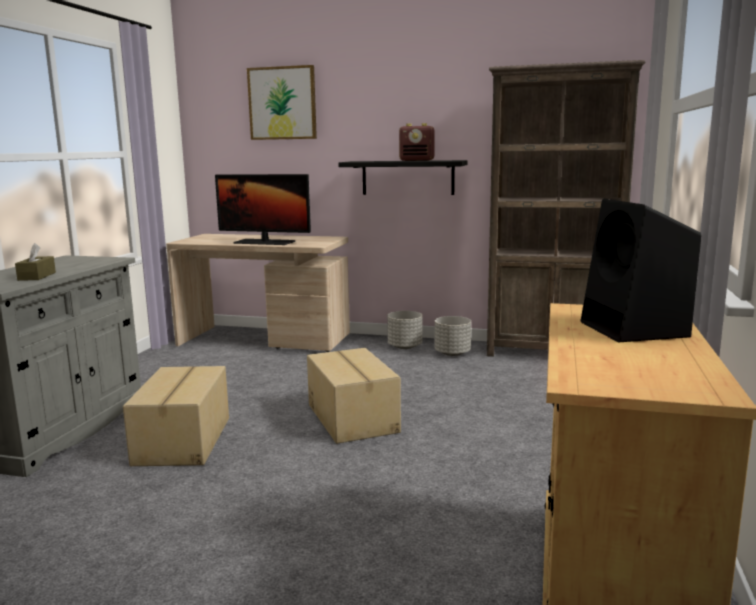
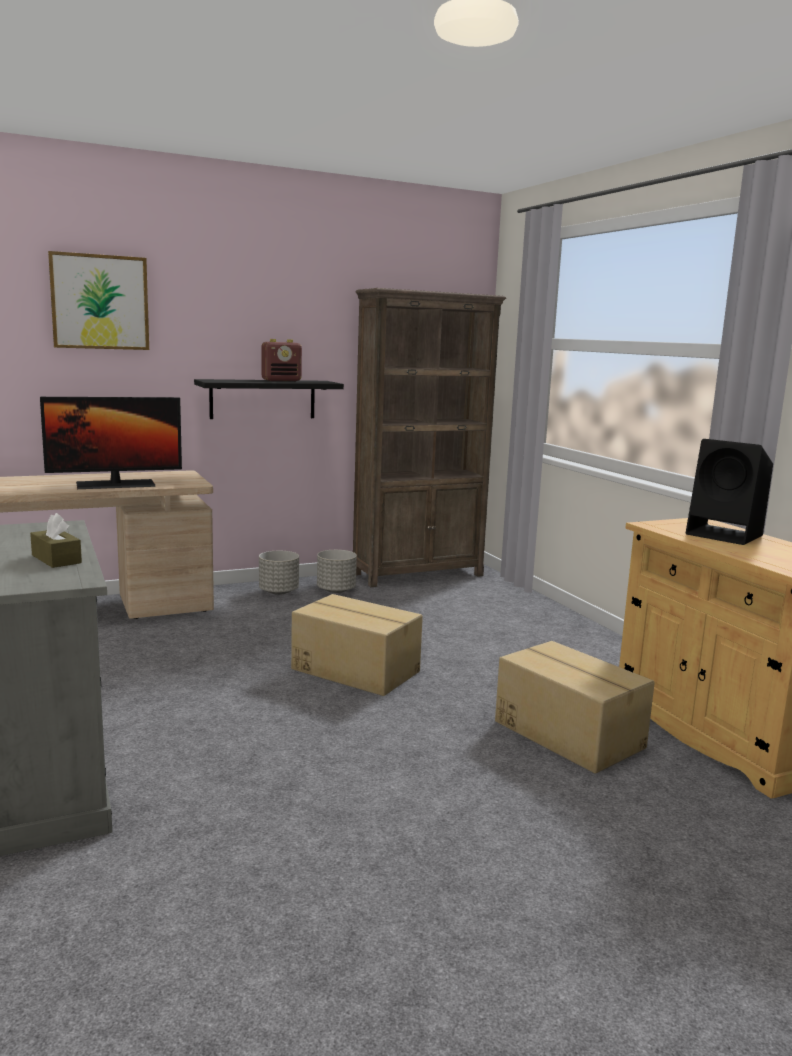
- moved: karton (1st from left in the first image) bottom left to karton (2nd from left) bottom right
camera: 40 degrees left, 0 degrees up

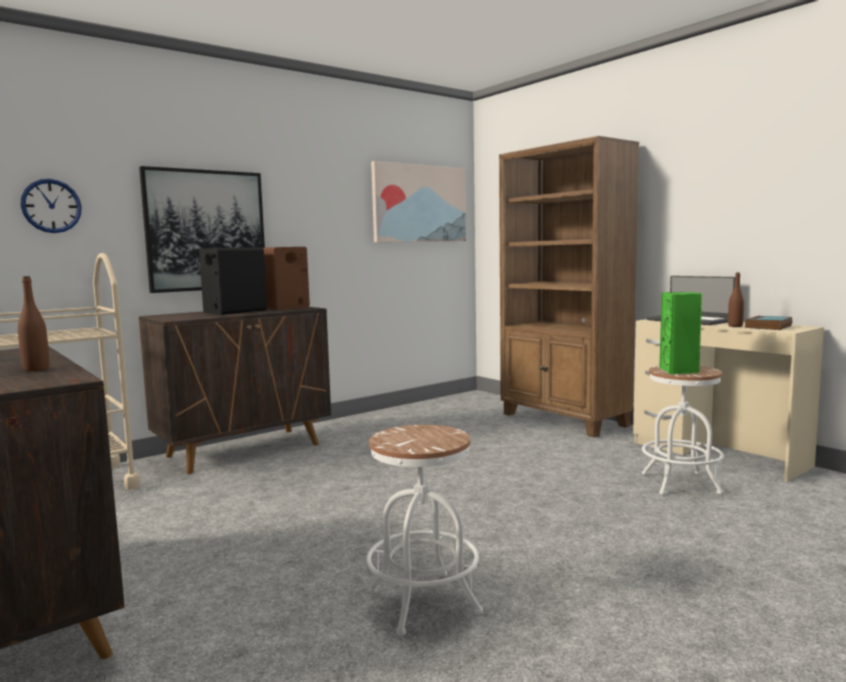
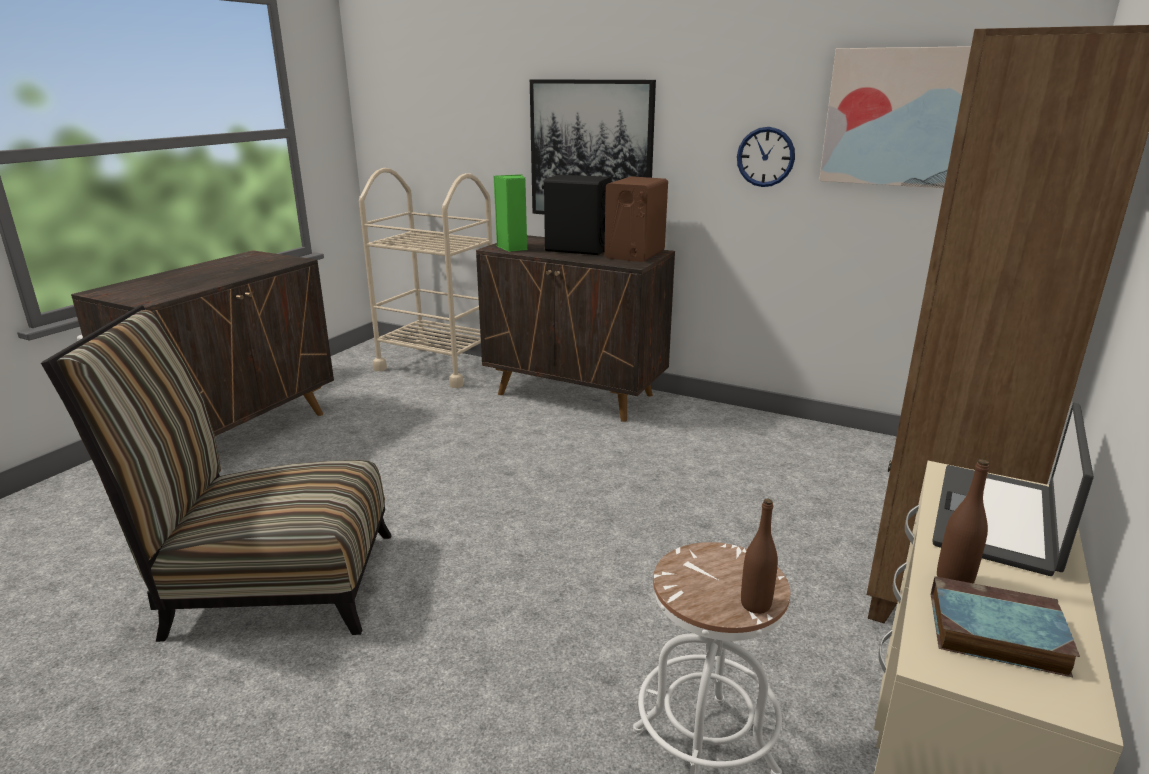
- moved: zegar ścienny top left to top right
- moved: butelka [brązowy] (1st from left) middle left to bottom centre
- moved: głośnik [zielony] middle right to top centre
- replaced: stołek [biały] (1st from left) bottom centre to krzesło middle left
camera: 65 degrees right, 15 degrees up

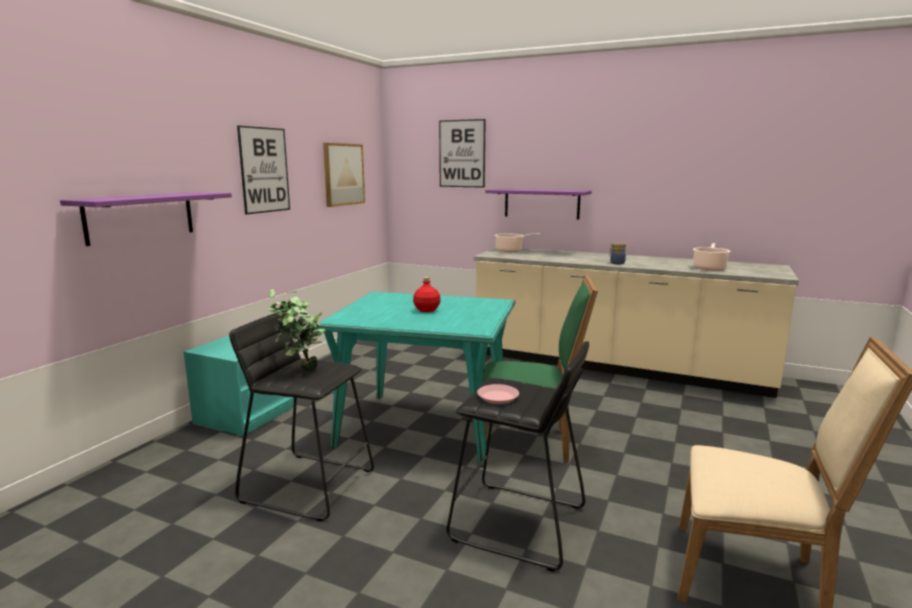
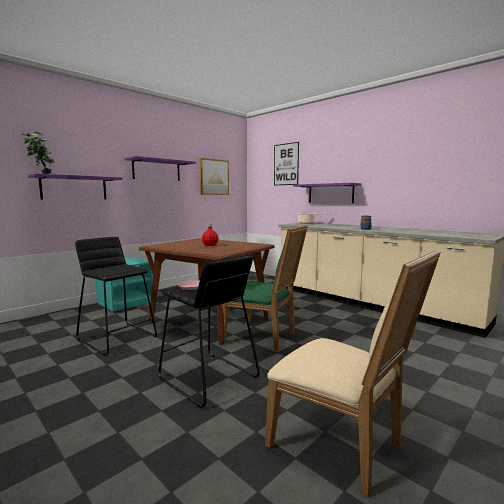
- replaced: obraz (1st from left) top left to półka [fioletowy] (2nd from left) middle left
- removed: garnek (2nd from left) middle right
- moved: roślina doniczkowa middle left to top left
- recoloured: stół jadalny [turkusowy] centre to stół jadalny [brązowy] centre
camera: 20 degrees right, 5 degrees down

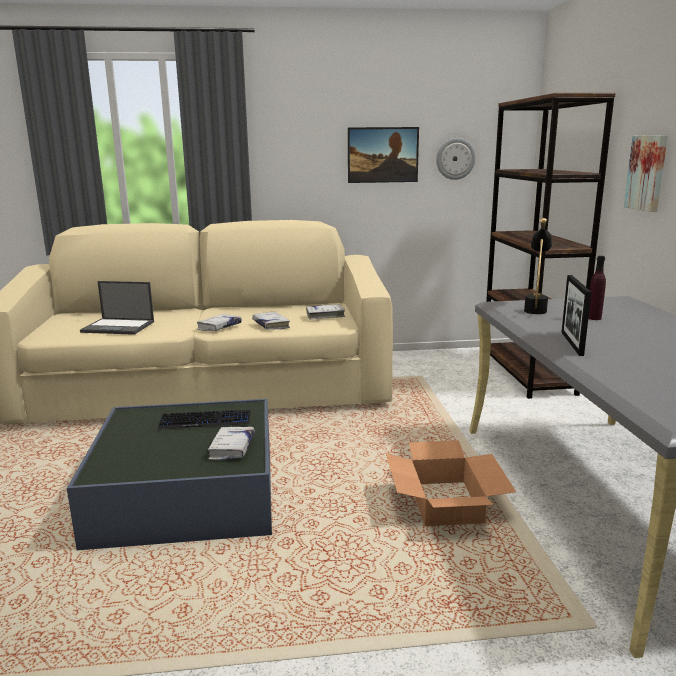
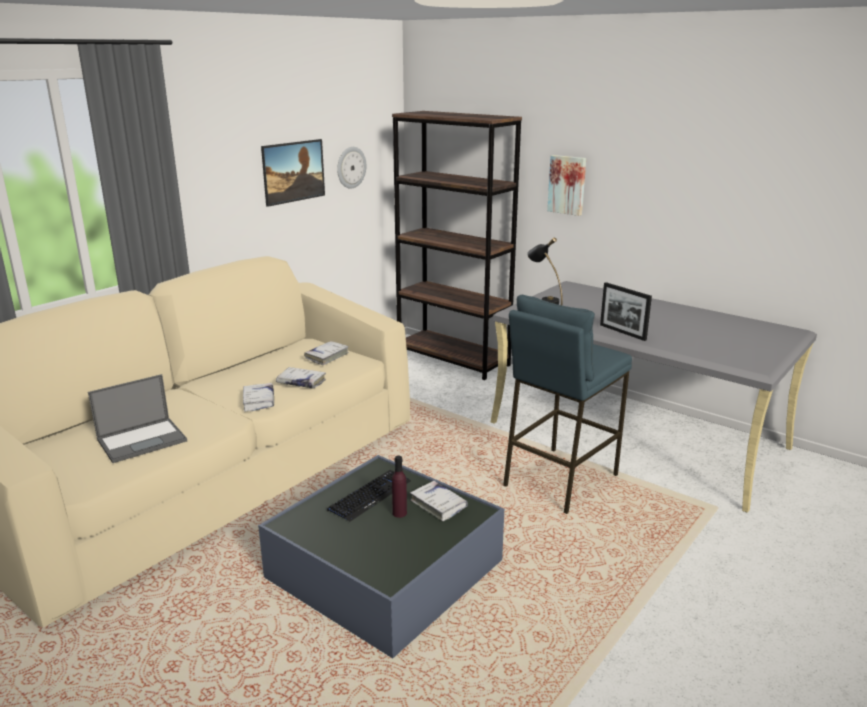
- moved: butelka [fioletowy] middle right to bottom centre
- replaced: karton bottom right to stołek [niebieski] centre
camera: 45 degrees left, 5 degrees up

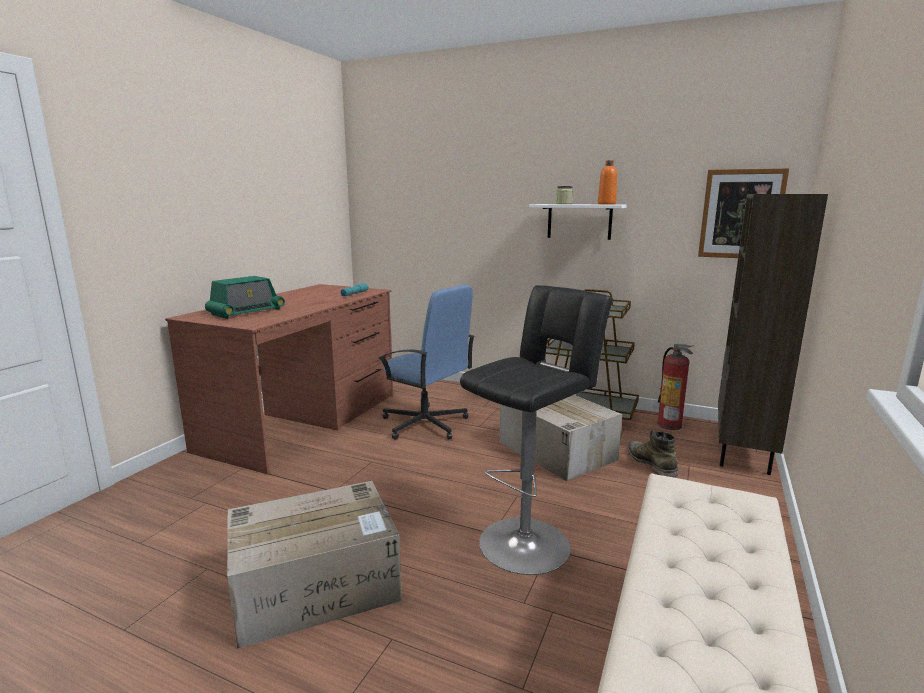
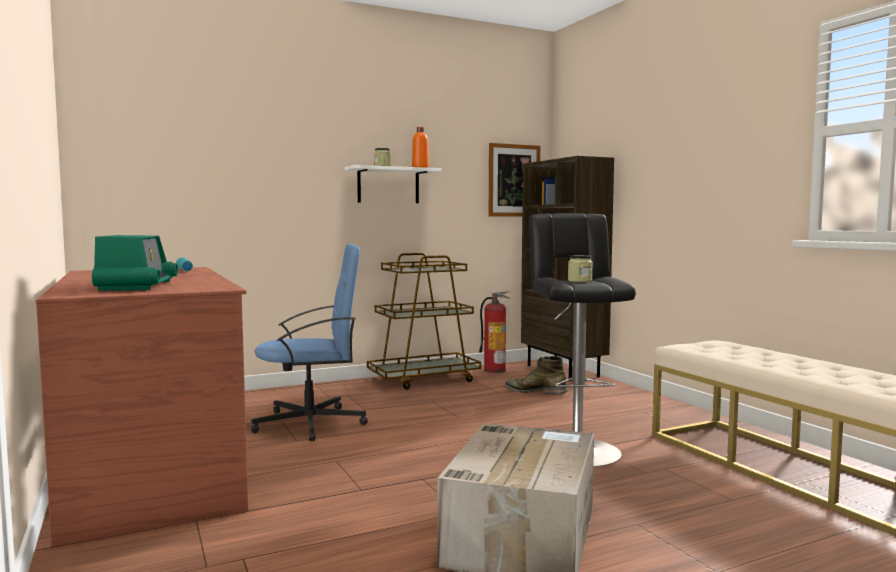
- removed: karton (2nd from left) centre
- added: słoik (2nd from left) centre
camera: 50 degrees left, 10 degrees down

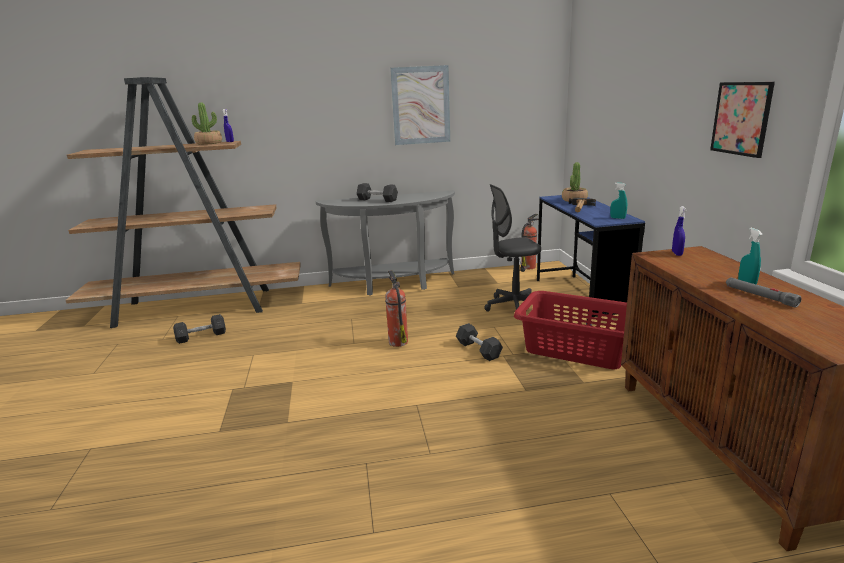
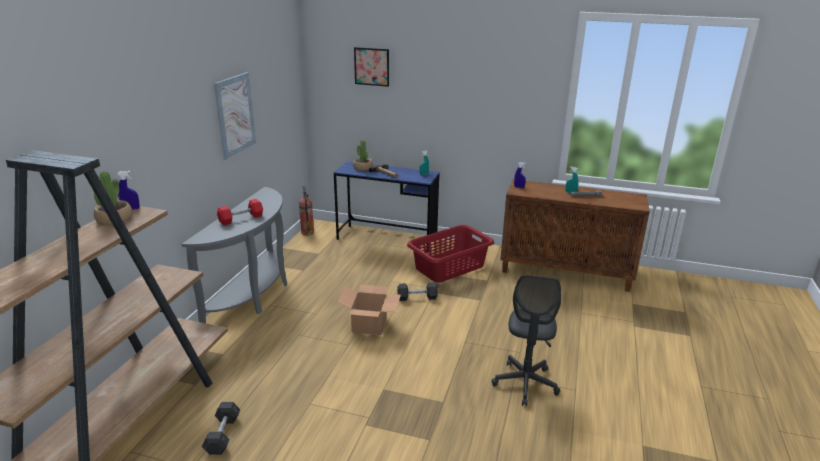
- moved: obraz (2nd from left) top right to top centre
- recoloured: hantel [szary] (2nd from left) centre to hantel [czerwony] middle left
- moved: krzesło biurowe [szary] centre to bottom centre
- replaced: gaśnica (1st from left) centre to karton bottom centre
camera: 65 degrees left, 5 degrees up

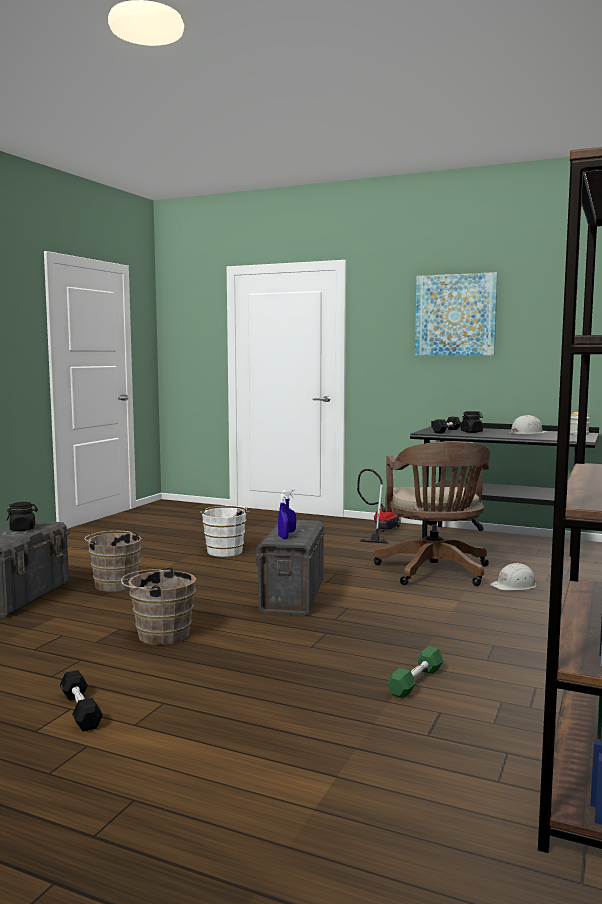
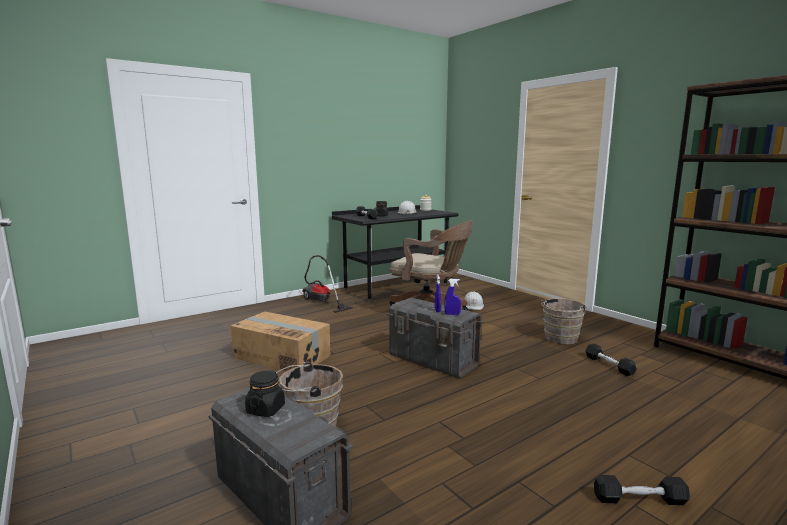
- removed: obraz middle right
- replaced: wiadro [biały] centre to karton centre
- moved: wiadro [brązowy] (2nd from left) bottom left to middle right
- recoloured: hantel [zielony] bottom right to hantel [czarny] (2nd from left) bottom right
camera: 60 degrees left, 5 degrees up

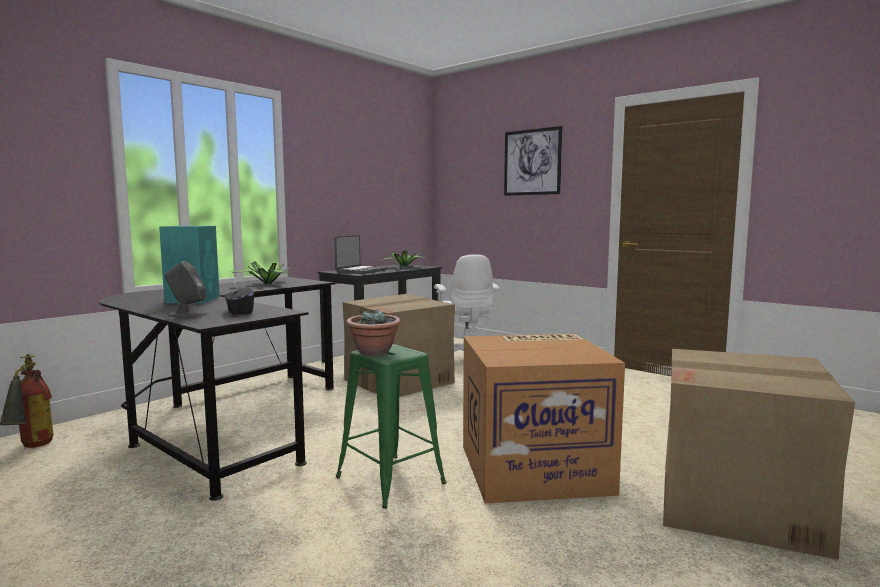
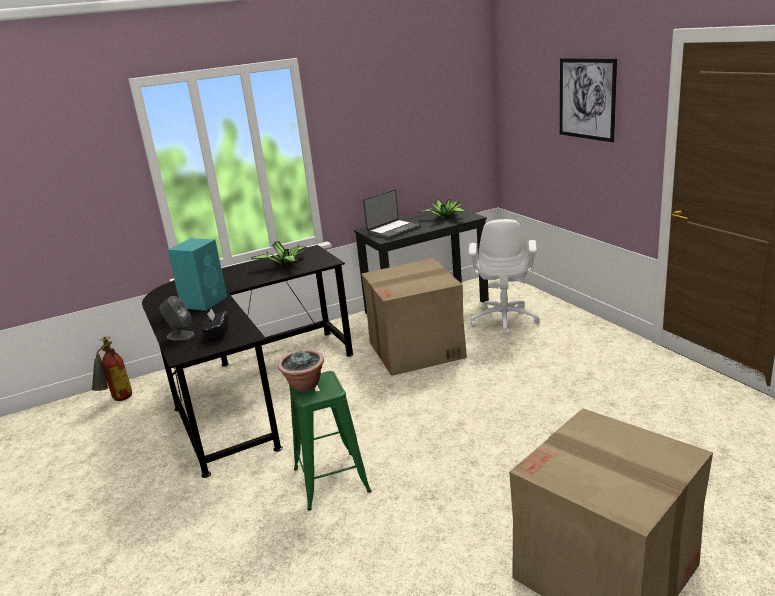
- removed: karton (2nd from left) bottom centre
camera: 25 degrees right, 15 degrees up

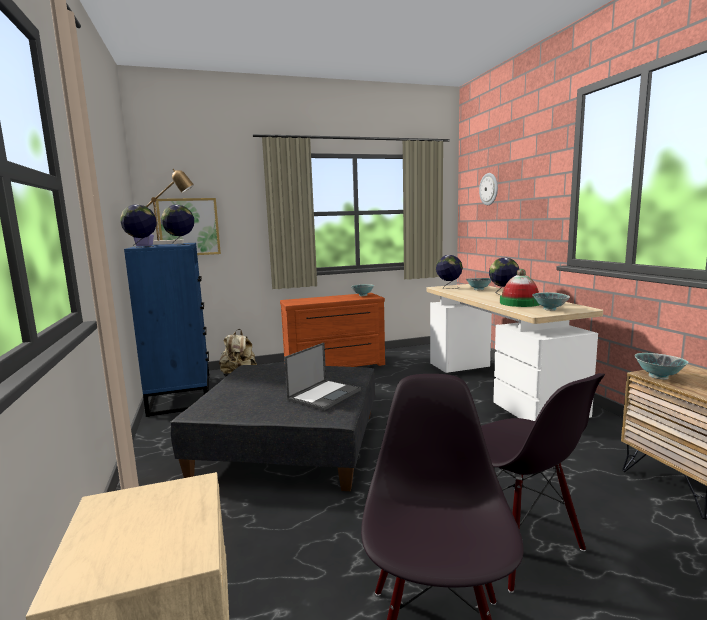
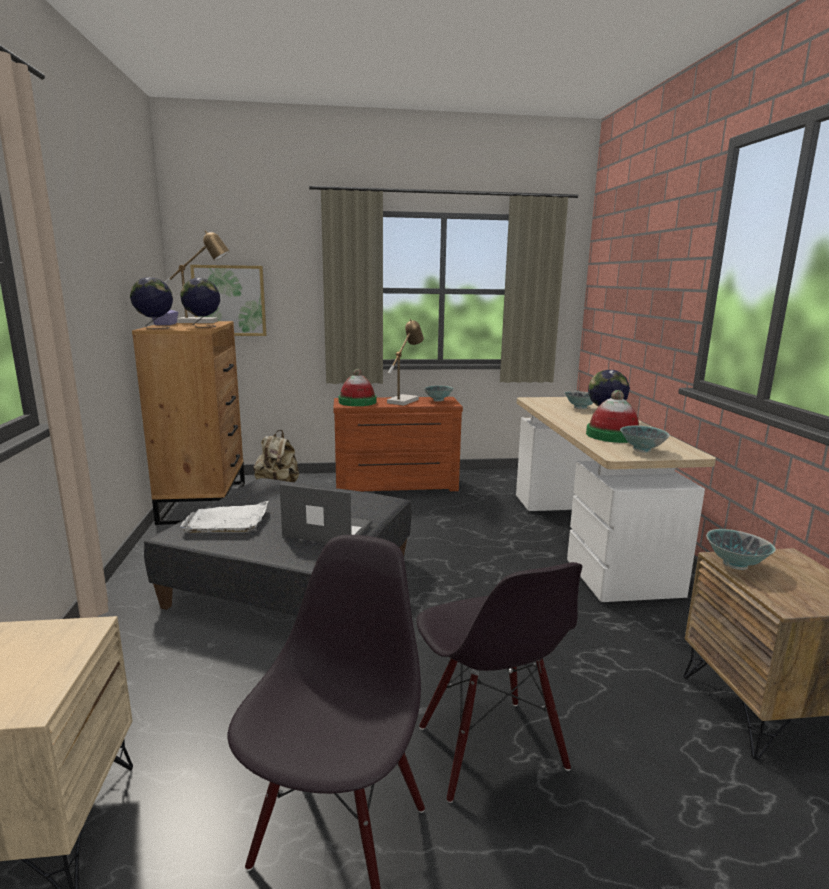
- removed: zegar ścienny top right
- recoloured: komoda [niebieski] middle left to komoda [brązowy] (1st from left) middle left
- removed: globus (3rd from left) centre
- turned: laptop centre = centre 120 degrees counterclockwise
- added: lampa stołowa (2nd from left) centre
- added: kapelusz (1st from left) centre
- added: taca [biały] middle left
camera: 10 degrees right, 5 degrees up

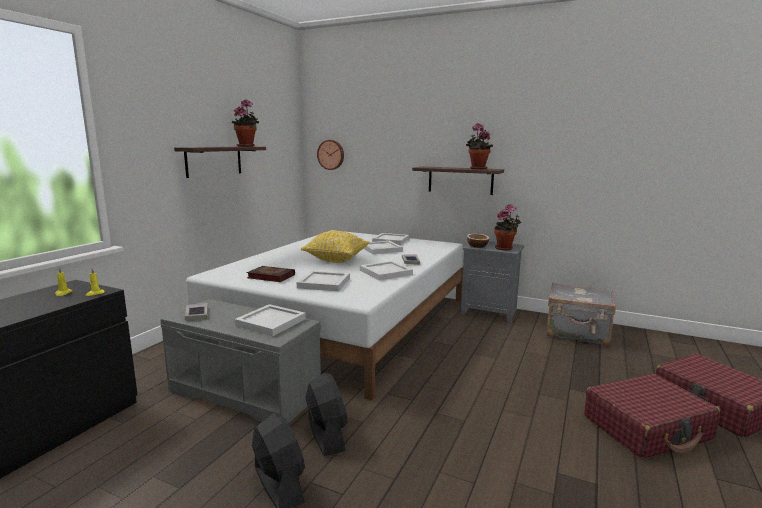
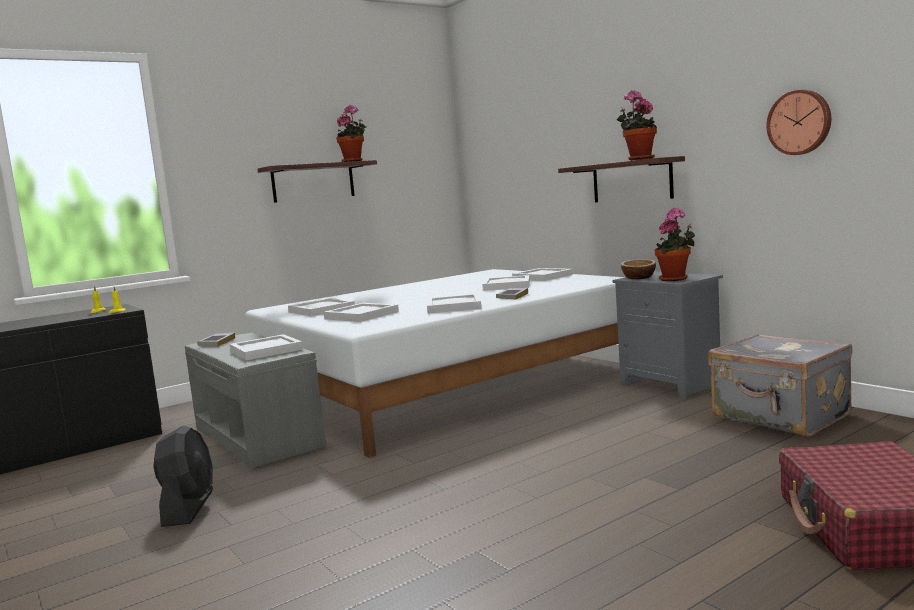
- moved: zegar ścienny top centre to top right
- removed: poduszka [żółty] centre
- replaced: książka (2nd from left) centre to taca [biały] (2nd from left) centre
- removed: wentylator [czarny] (2nd from left) bottom centre
- removed: walizka [czerwony] (1st from left) bottom right
camera: 30 degrees right, 5 degrees down

